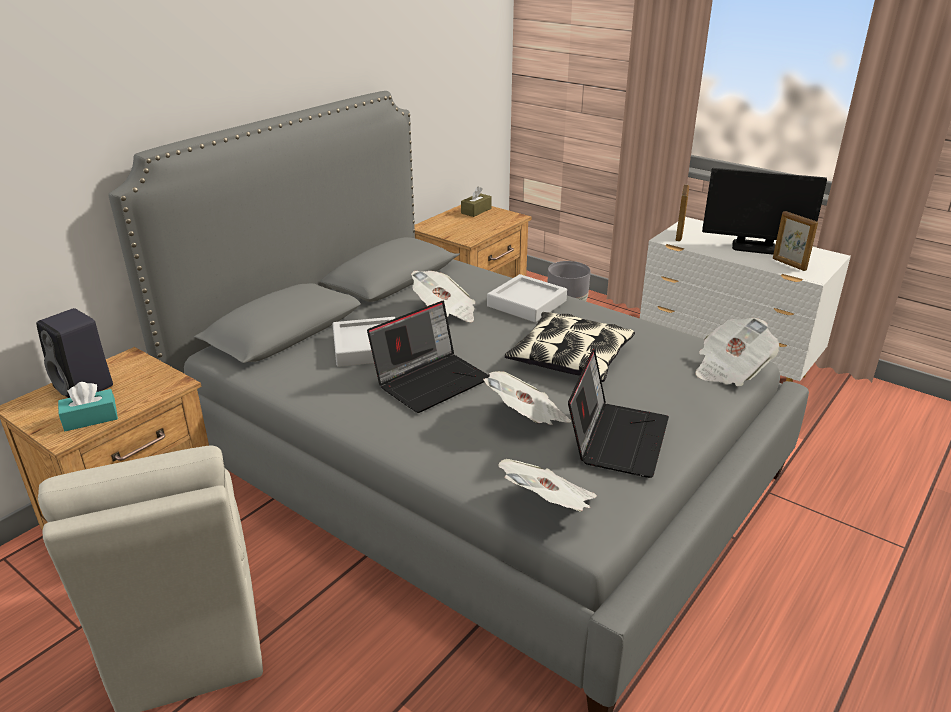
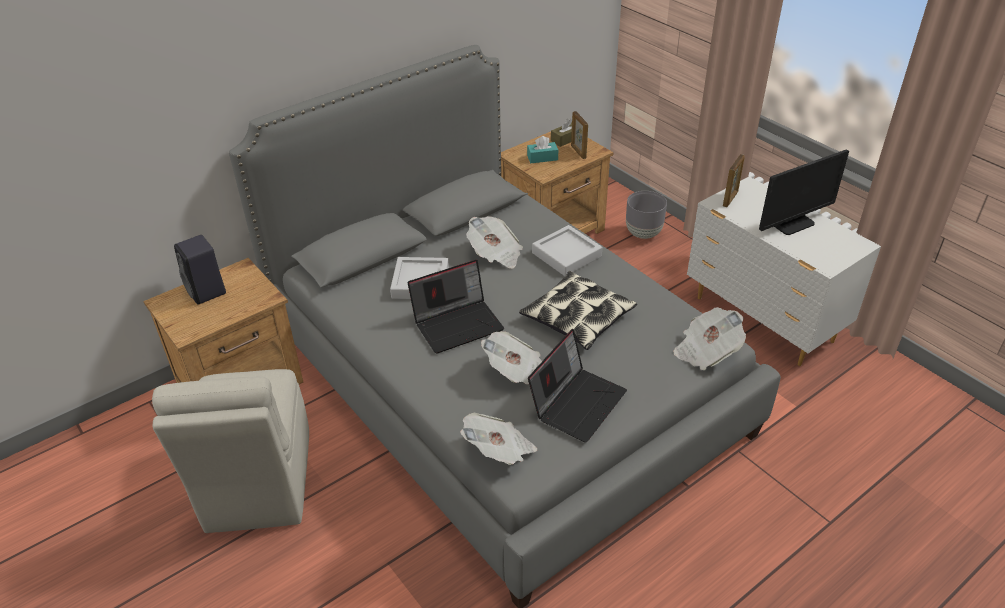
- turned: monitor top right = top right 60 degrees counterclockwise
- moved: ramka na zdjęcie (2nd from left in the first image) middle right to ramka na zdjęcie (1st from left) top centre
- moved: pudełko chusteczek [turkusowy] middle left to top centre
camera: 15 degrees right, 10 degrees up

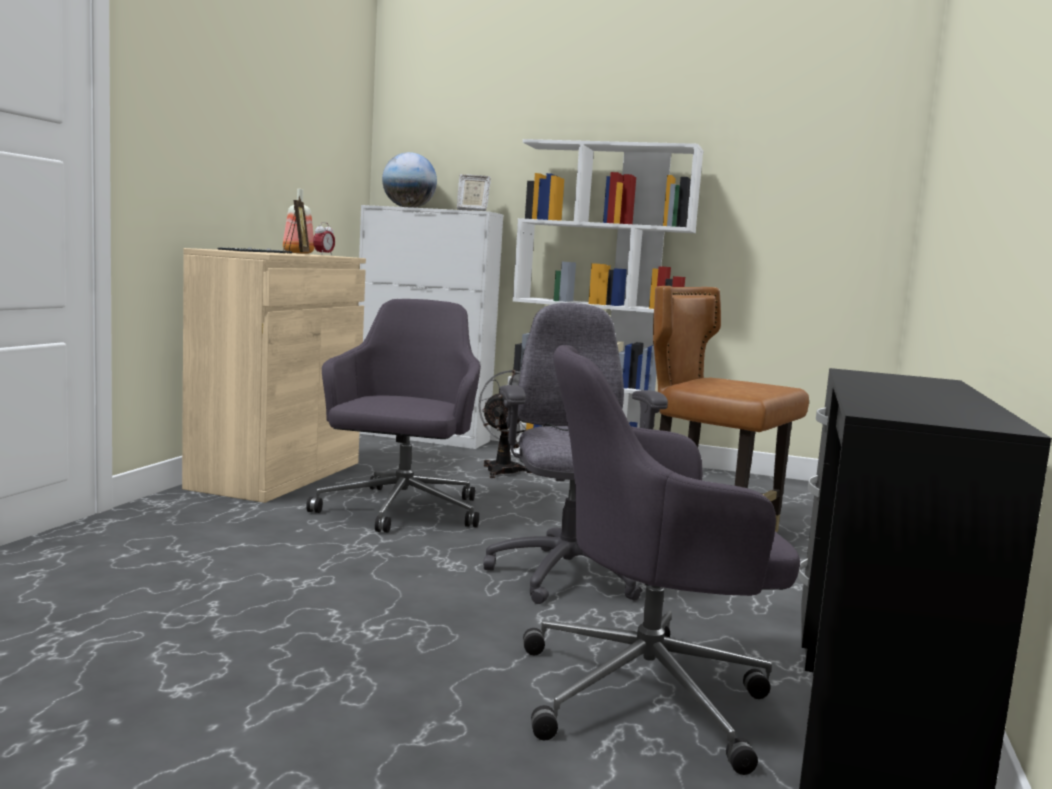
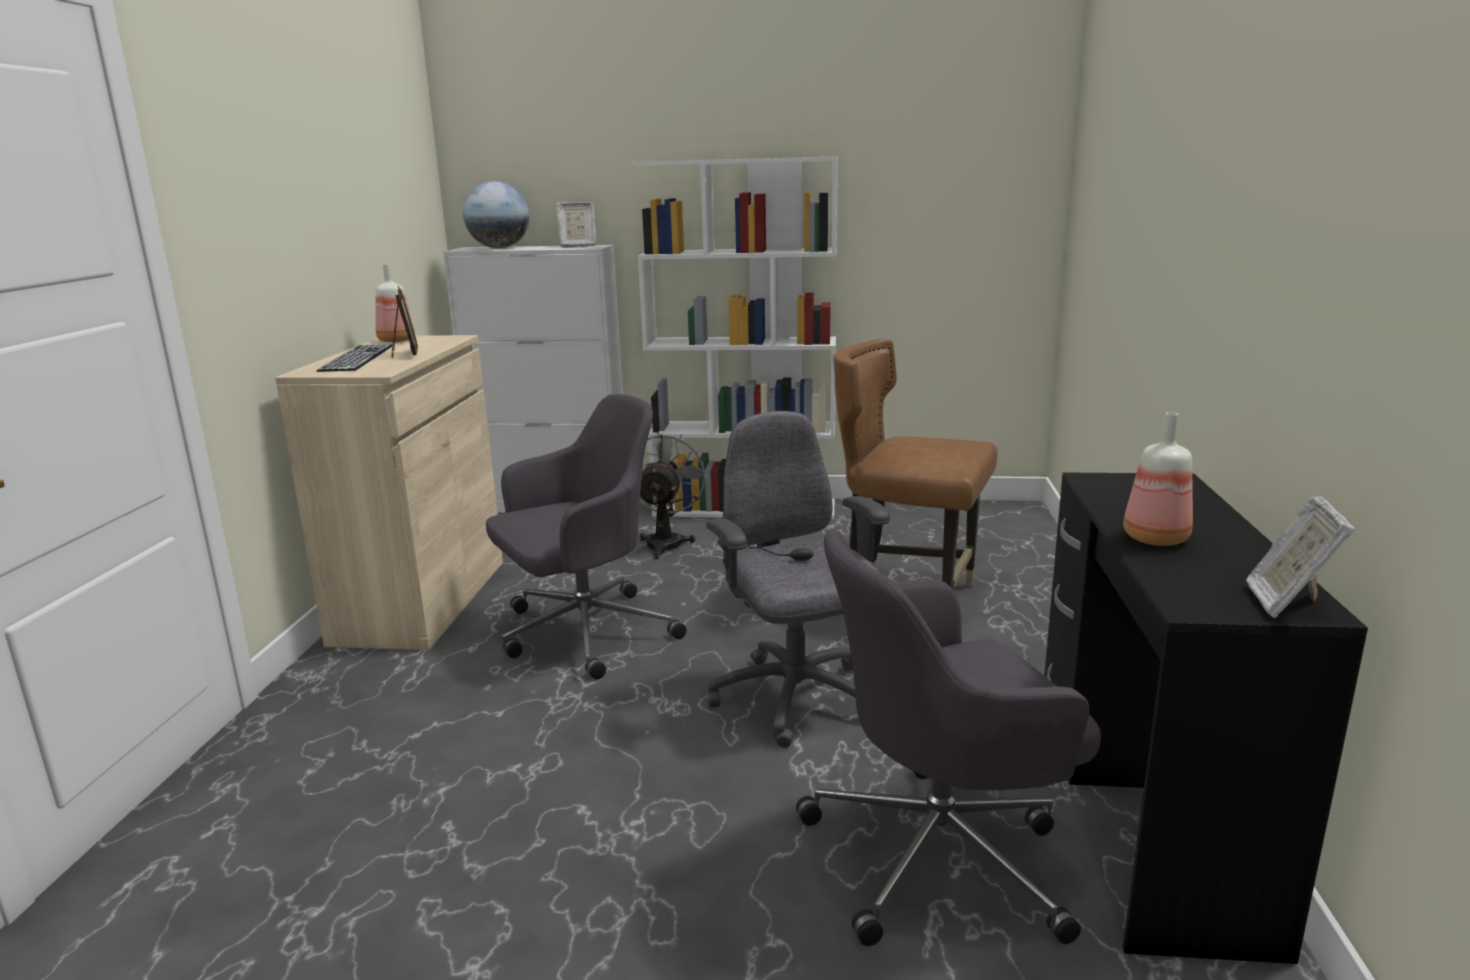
- removed: budzik top left
- turned: krzesło biurowe [szary] (1st from left) centre = centre 60 degrees clockwise
- added: butelka (2nd from left) middle right
- added: ramka na zdjęcie (3rd from left) middle right
camera: 10 degrees left, 10 degrees up

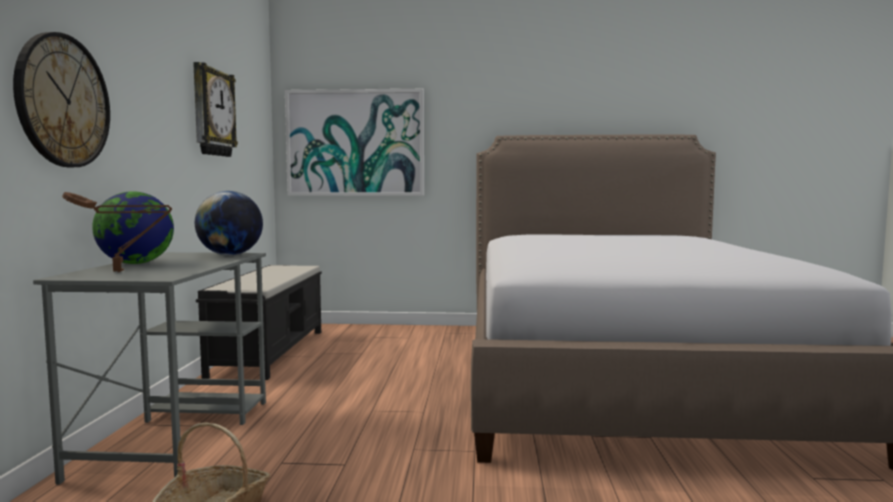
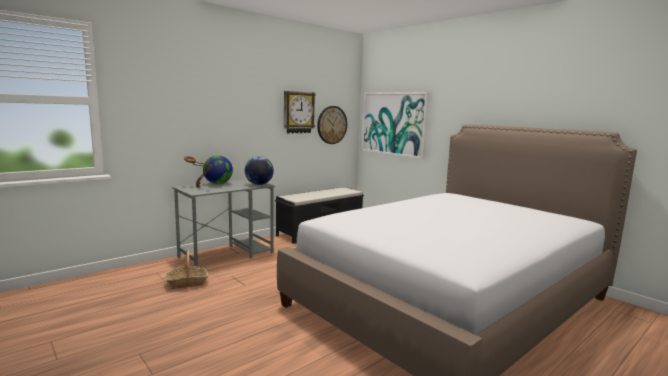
- moved: zegar ścienny (1st from left in the first image) top left to zegar ścienny (2nd from left) top centre
camera: 45 degrees right, 5 degrees up

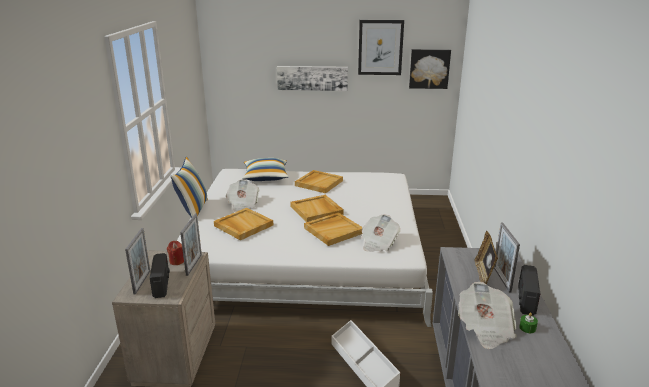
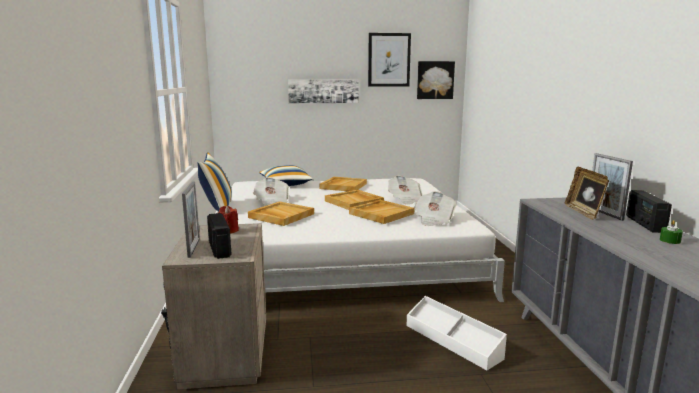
- removed: ramka na zdjęcie (2nd from left) middle left
- moved: gazeta (3rd from left in the first image) bottom right to gazeta (2nd from left) centre
camera: 10 degrees left, 10 degrees down

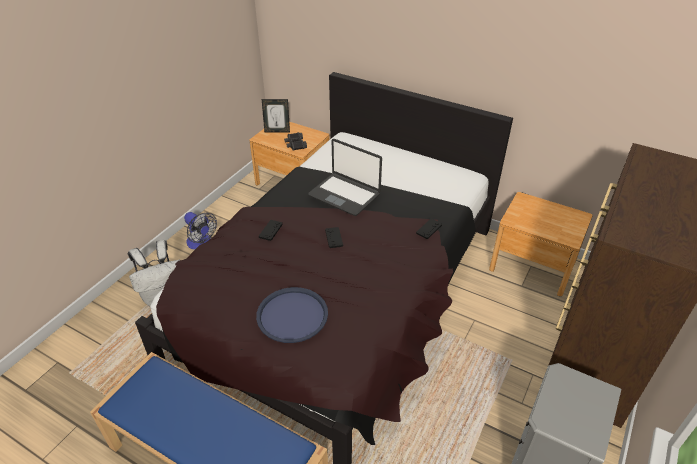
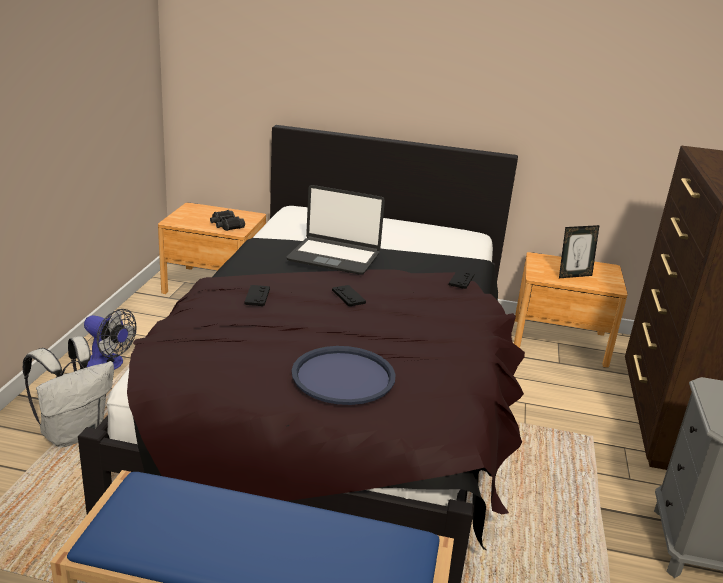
- moved: ramka na zdjęcie top centre to middle right
camera: 20 degrees left, 15 degrees down

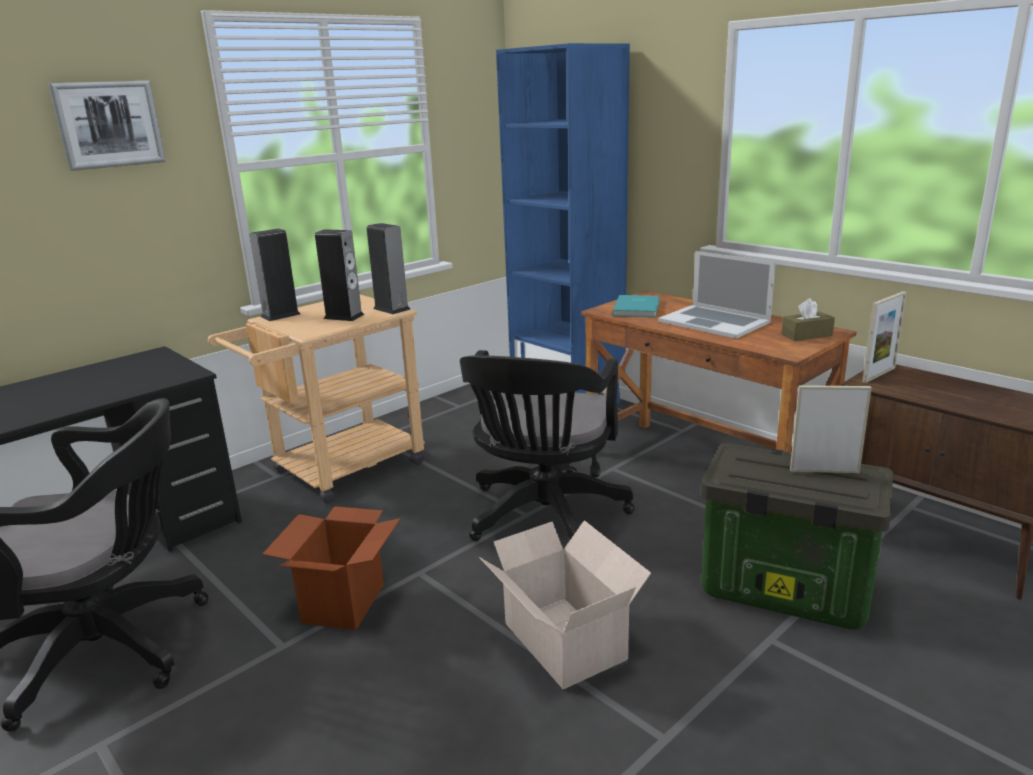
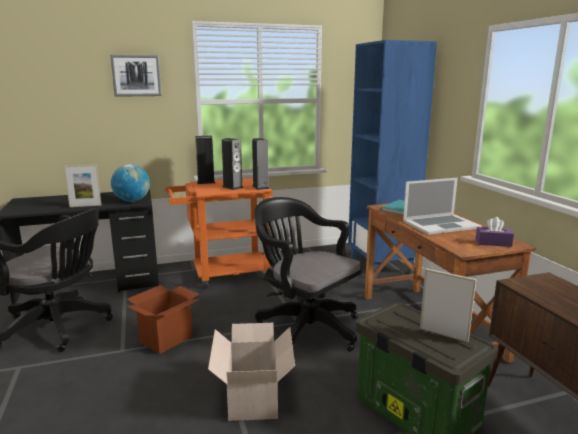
- turned: laptop middle right = middle right 90 degrees counterclockwise
- moved: ramka na zdjęcie (2nd from left in the first image) middle right to ramka na zdjęcie (1st from left) middle left
- recoloured: wózek [beżowy] middle left to wózek [pomarańczowy] centre
- recoloured: pudełko chusteczek [brązowy] middle right to pudełko chusteczek [fioletowy] middle right
- turned: krzesło biurowe [czarny] (2nd from left) centre = centre 90 degrees clockwise
- added: globus middle left
camera: 25 degrees right, 5 degrees down

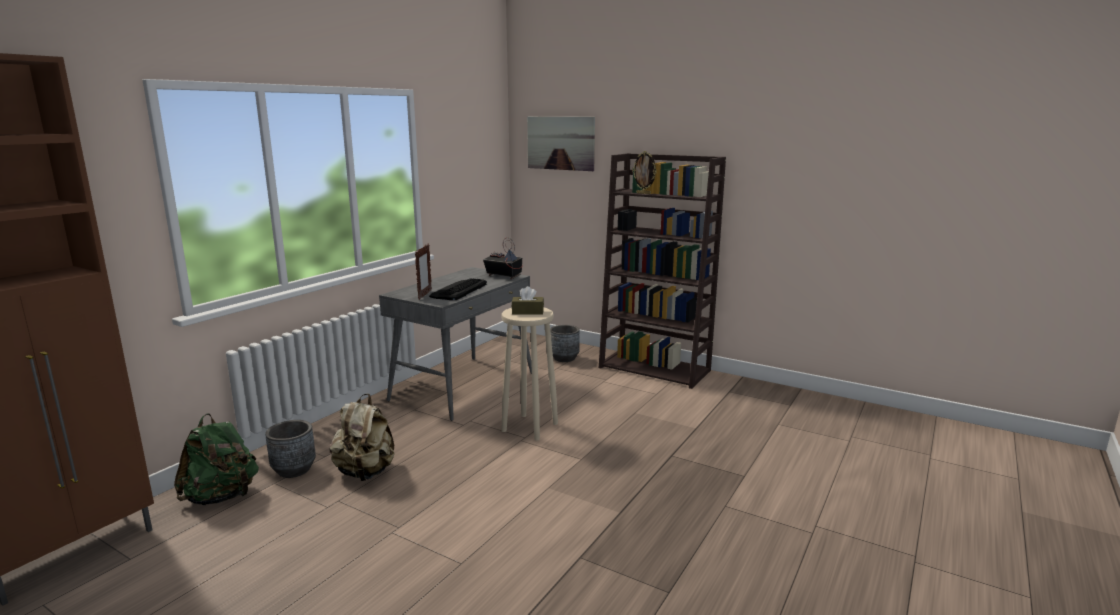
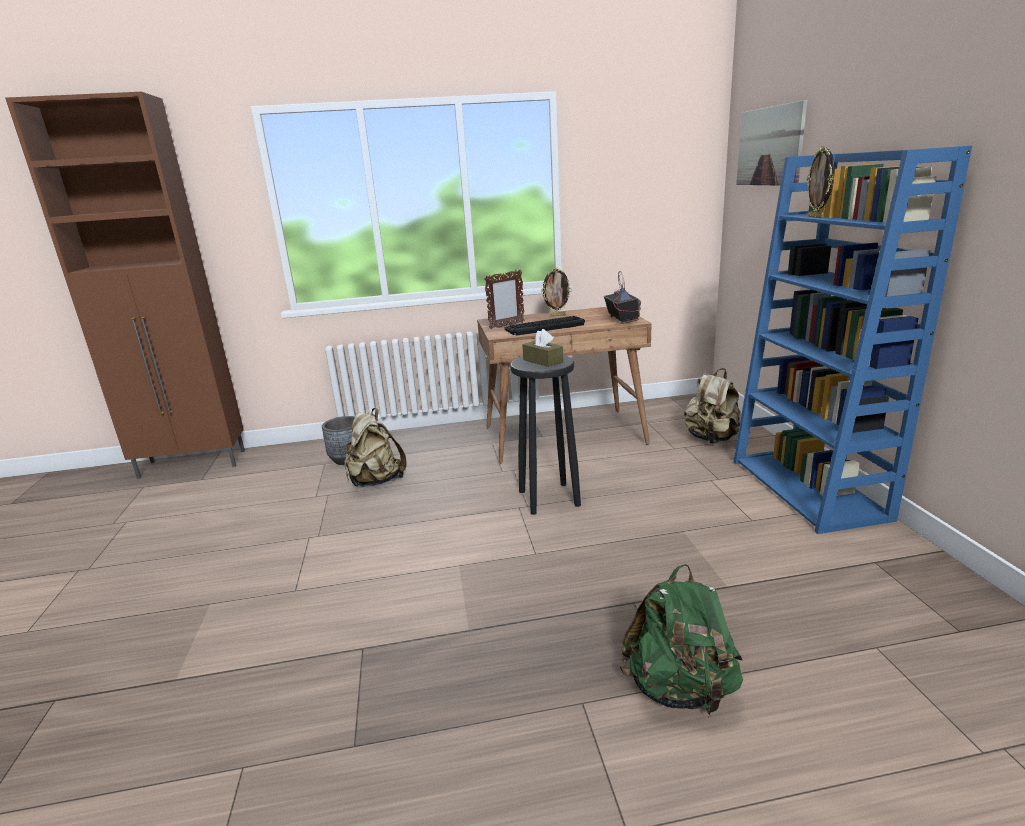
- recoloured: regał [brązowy] centre to regał [niebieski] middle right
- recoloured: biurko [szary] centre to biurko [brązowy] centre
- recoloured: stołek [beżowy] centre to stołek [czarny] centre
- replaced: donica [szary] (2nd from left) centre to plecak [beżowy] (2nd from left) middle right
- moved: plecak [zielony] bottom left to bottom centre
- added: ramka na zdjęcie (2nd from left) centre
camera: 50 degrees right, 5 degrees up

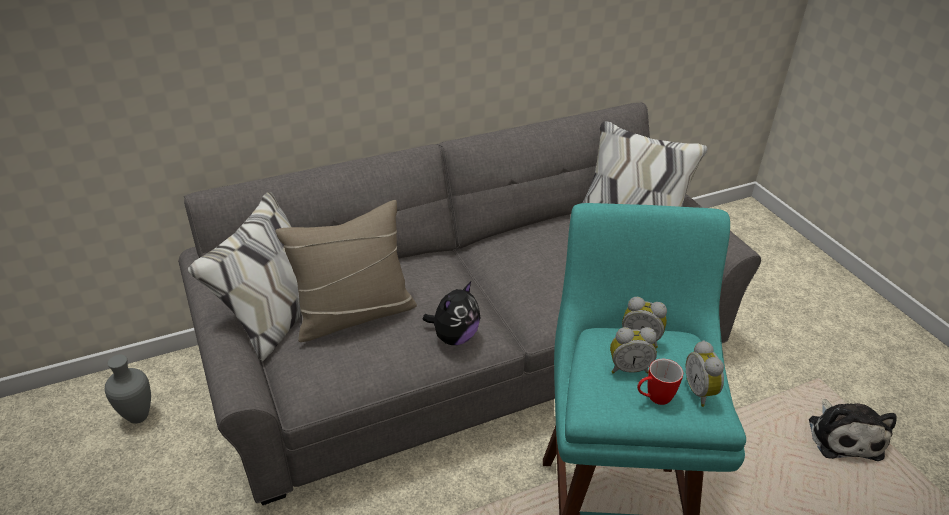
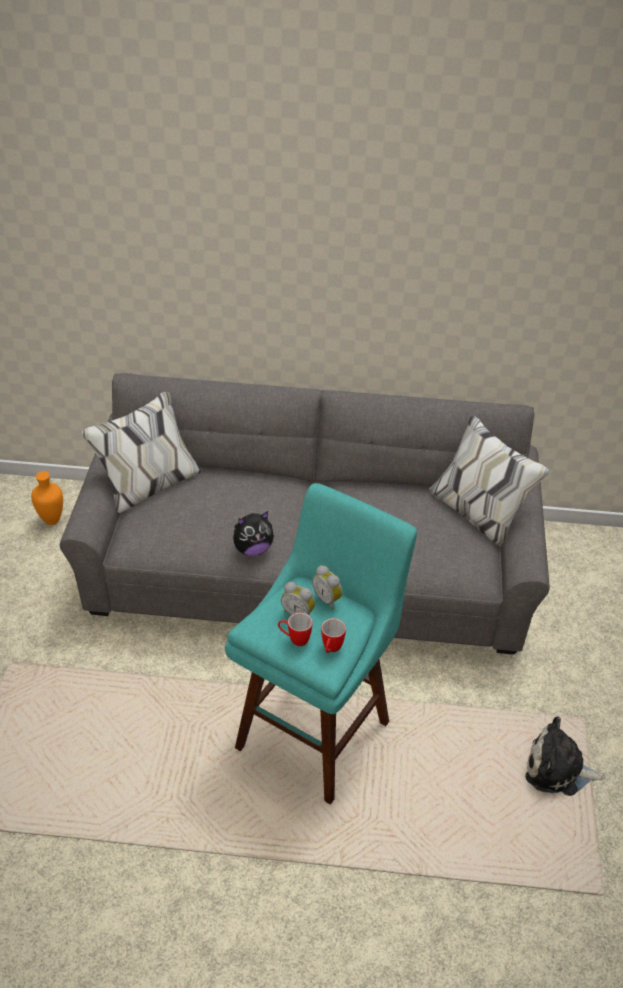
- removed: poduszka [beżowy] centre
- replaced: budzik (3rd from left) bottom right to kubek (2nd from left) centre
- recoloured: wazon [szary] bottom left to wazon [pomarańczowy] middle left
- turned: pluszak (2nd from left) bottom right = bottom right 75 degrees clockwise
camera: 30 degrees right, 5 degrees up

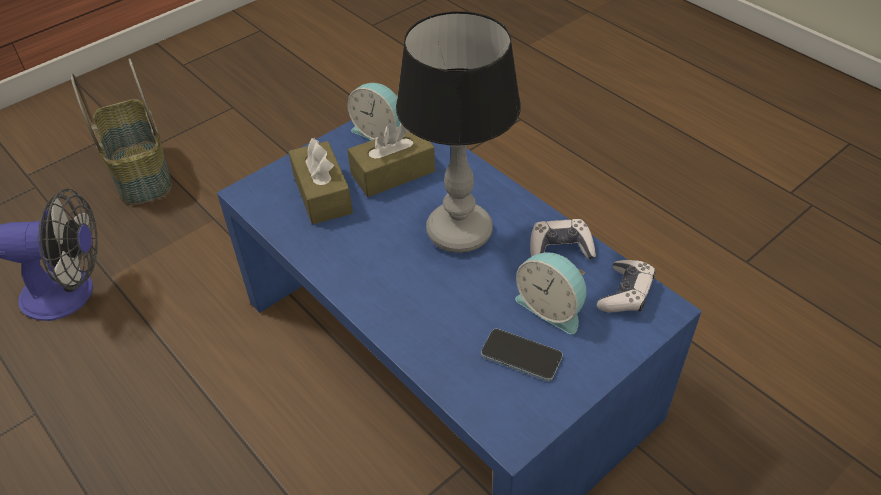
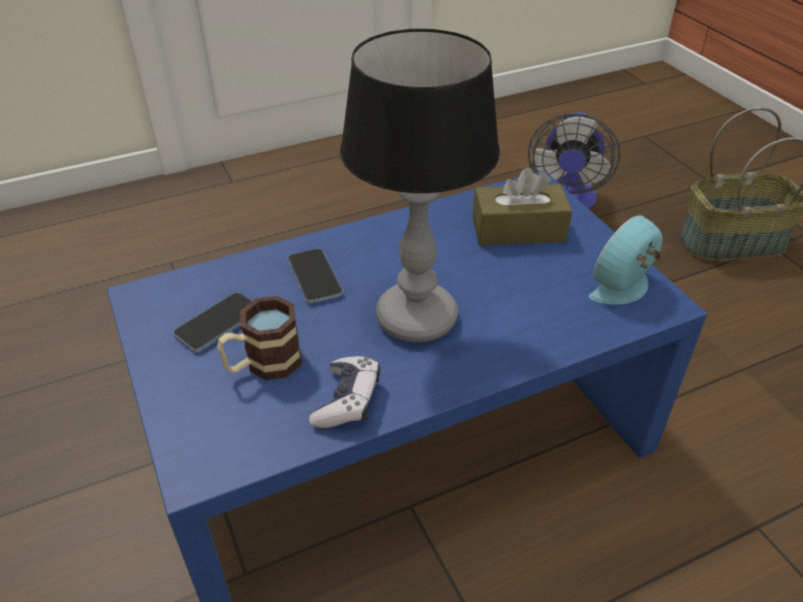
- removed: pudełko chusteczek [brązowy] (2nd from left) top centre
- replaced: budzik (2nd from left) centre to kubek middle left
- removed: pad do gier (2nd from left) middle right
- added: telefon (2nd from left) centre
camera: 105 degrees right, 5 degrees down

